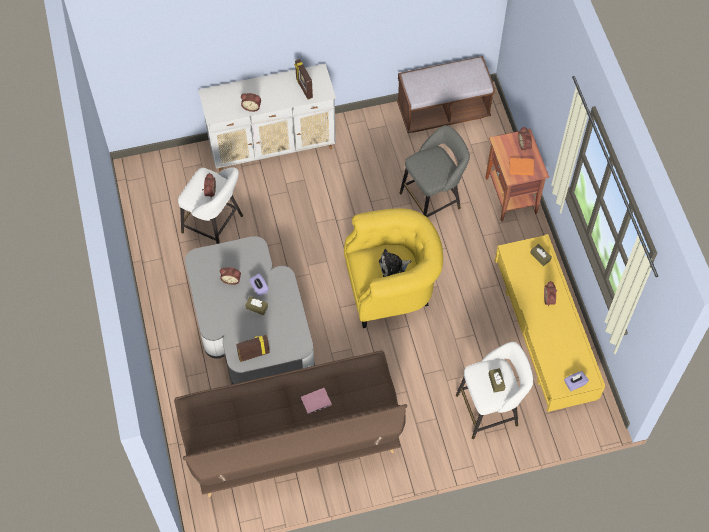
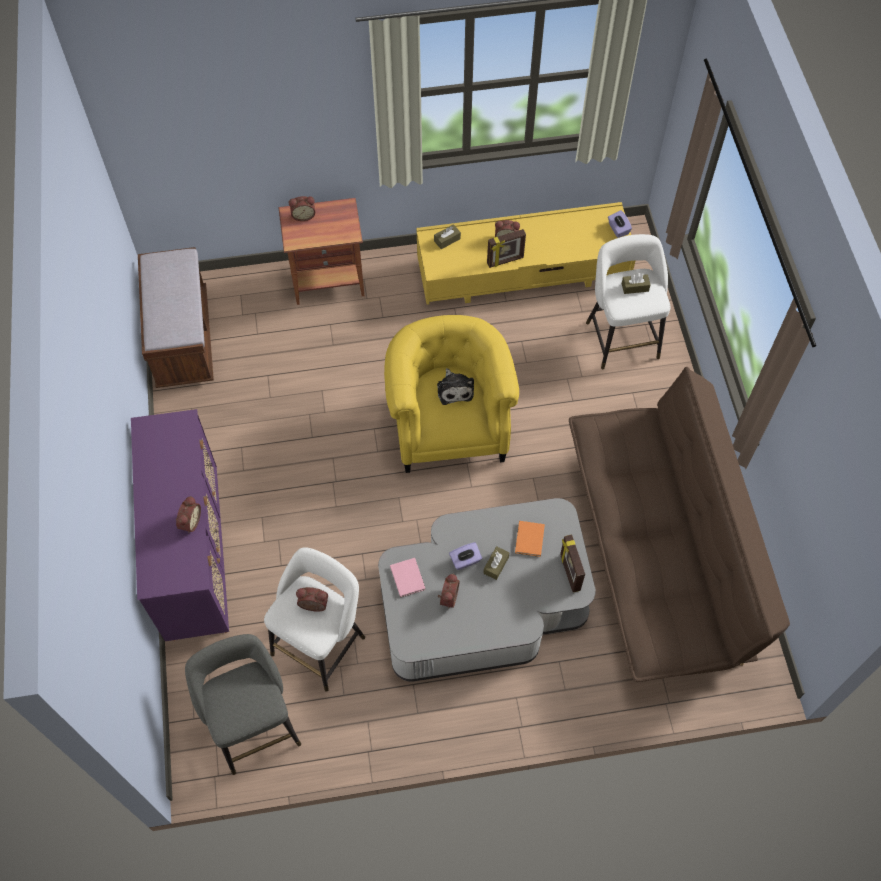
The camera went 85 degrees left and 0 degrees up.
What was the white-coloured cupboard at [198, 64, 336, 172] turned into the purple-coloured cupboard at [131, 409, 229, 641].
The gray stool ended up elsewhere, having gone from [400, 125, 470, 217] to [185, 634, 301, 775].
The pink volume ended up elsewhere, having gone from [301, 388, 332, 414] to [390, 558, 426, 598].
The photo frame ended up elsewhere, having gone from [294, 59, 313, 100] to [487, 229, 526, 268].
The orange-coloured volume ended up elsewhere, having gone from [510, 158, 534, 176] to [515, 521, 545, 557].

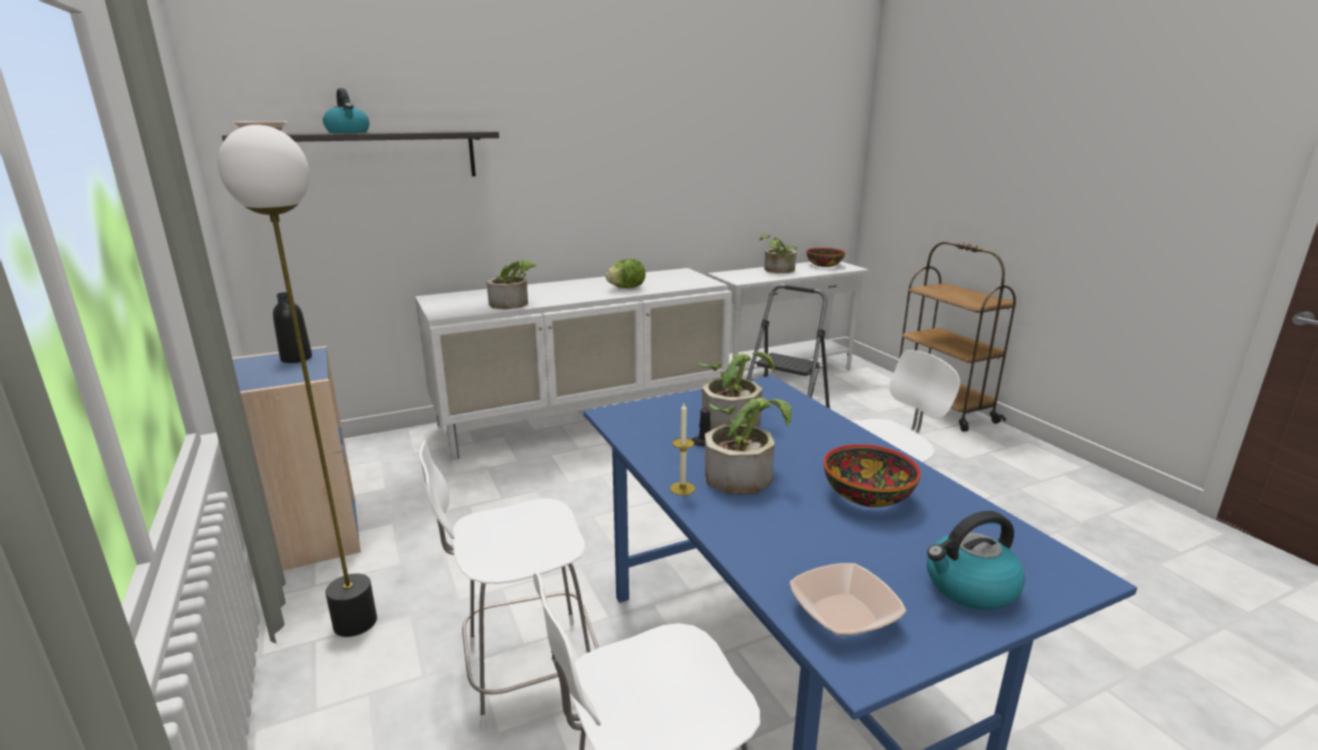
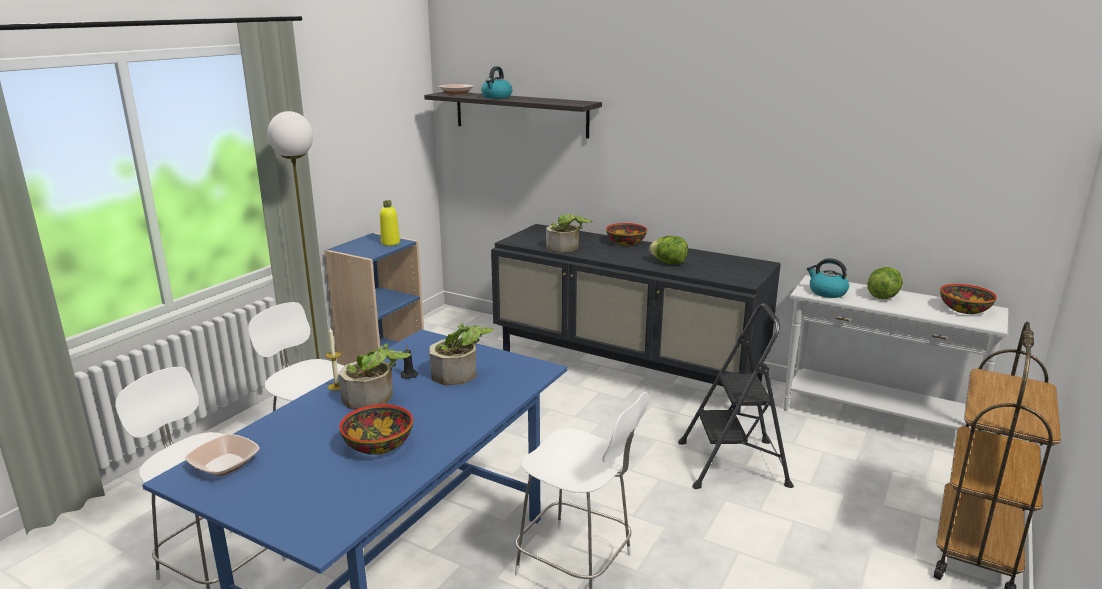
The camera went 55 degrees right and 0 degrees up.
What was the blackish drink bottle at [273, 292, 312, 363] turned into the yellow drink bottle at [380, 200, 400, 246].
What was the white-coloured cupboard at [415, 268, 732, 460] turned into the blackish cupboard at [491, 224, 781, 413].
The second view gained the deep dish at [606, 223, 647, 246].
The tea kettle ended up elsewhere, having gone from [927, 511, 1025, 610] to [807, 258, 849, 298].
Where the potted plant stood at [760, 233, 798, 273], the head of lettuce came to stand at [867, 267, 903, 299].

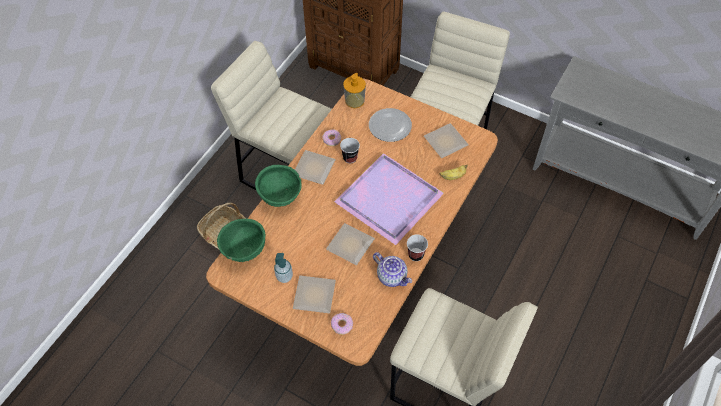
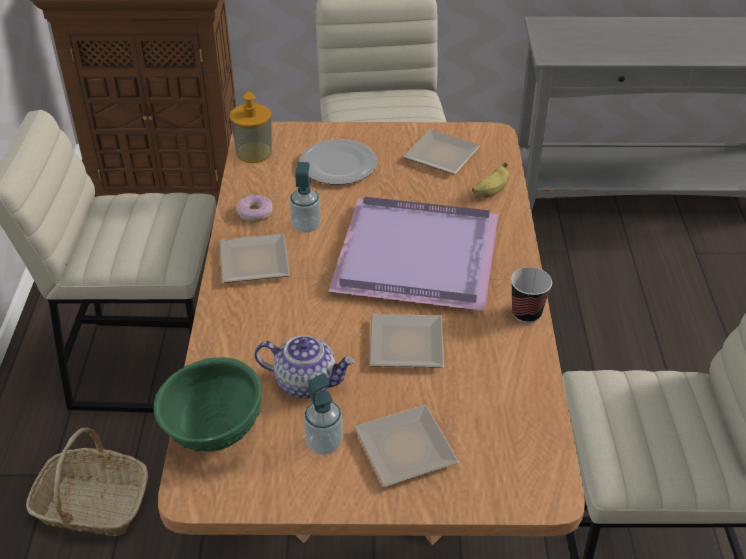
The camera went 30 degrees left and 15 degrees down.
The tea pot ended up elsewhere, having gone from [373, 252, 412, 287] to [254, 335, 355, 398].
Where the drinking cup stood at [340, 138, 360, 163], the soap bottle came to stand at [290, 162, 321, 233].
The second view lost the green deep dish at [255, 165, 302, 207].
The second view lost the ring doughnut at [331, 313, 353, 335].

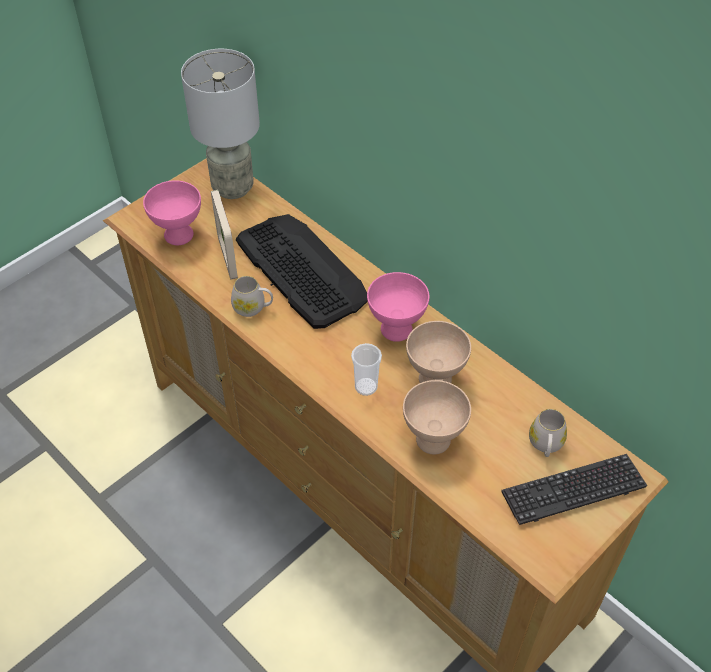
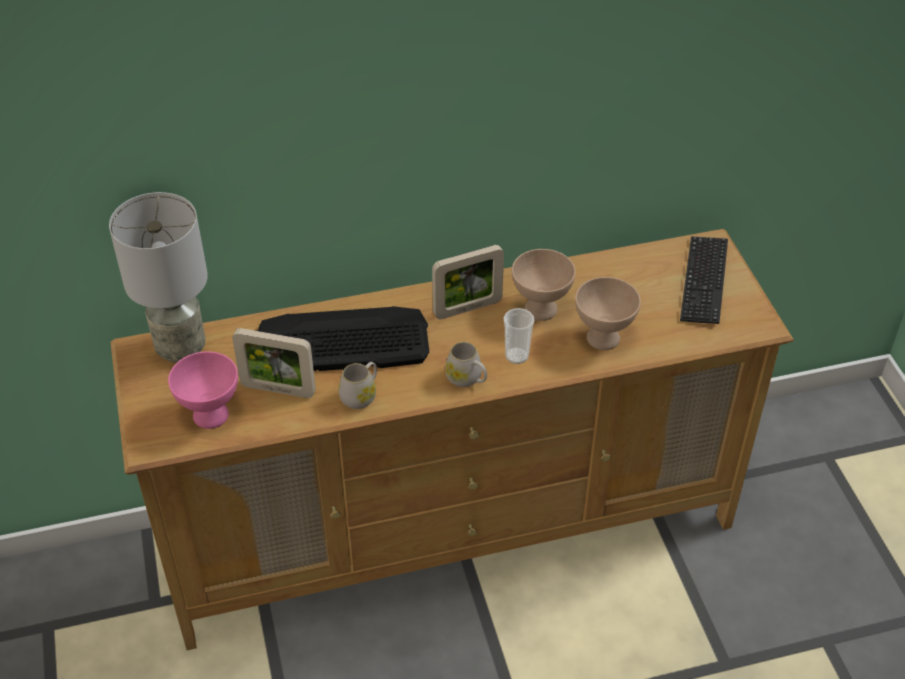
The camera went 60 degrees left and 5 degrees down.
Where the pink deep dish stood at [367, 272, 429, 342], the photo frame came to stand at [432, 245, 504, 319].
The white-coloured mug ended up elsewhere, having gone from [529, 409, 567, 457] to [445, 342, 487, 387].

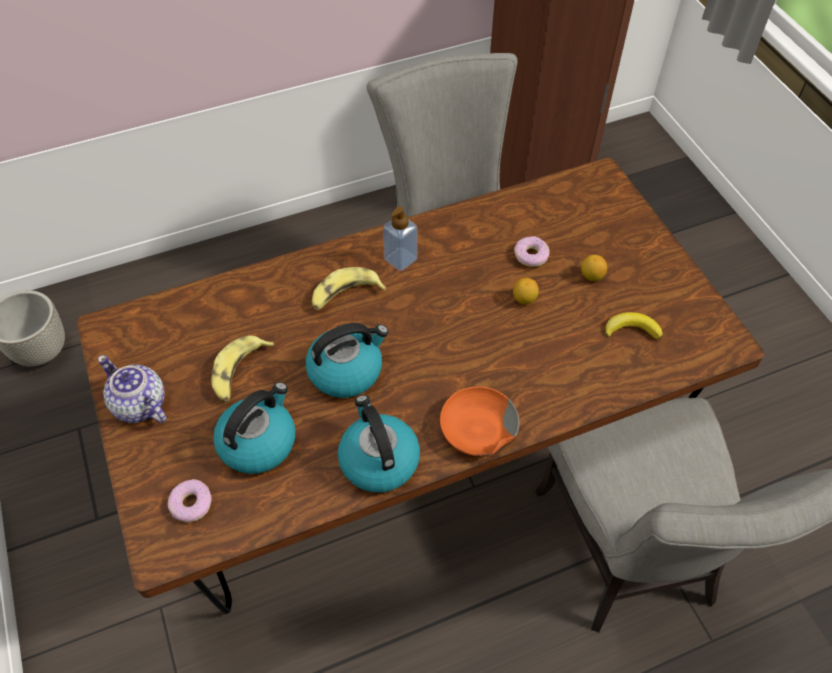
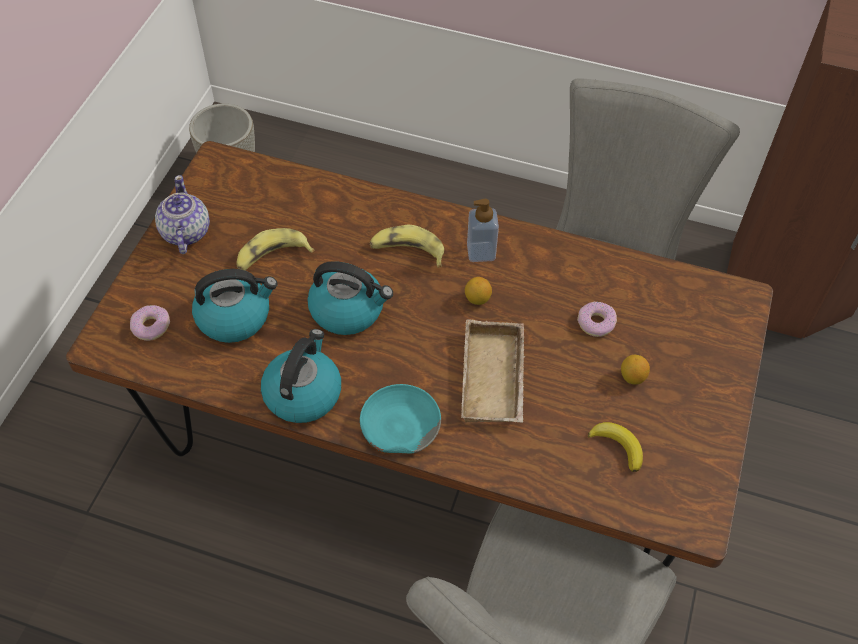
The camera went 40 degrees right and 0 degrees up.
What was the orange-coloured deep dish at [440, 386, 519, 457] turned into the blue-green deep dish at [360, 384, 441, 454].
The second view gained the beige carrying tray at [461, 319, 525, 423].
The citrus fruit ended up elsewhere, having gone from [513, 278, 539, 305] to [465, 277, 492, 305].

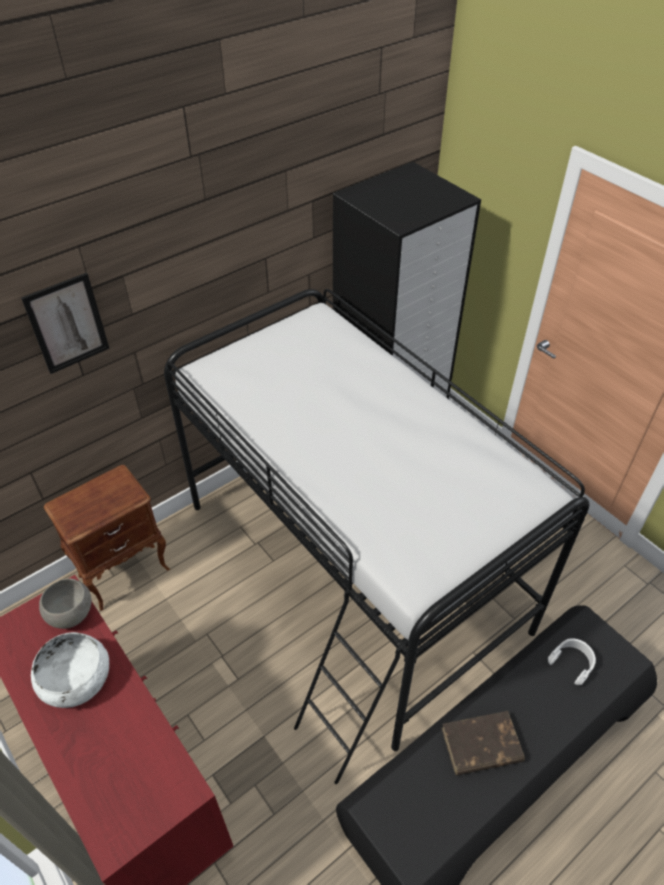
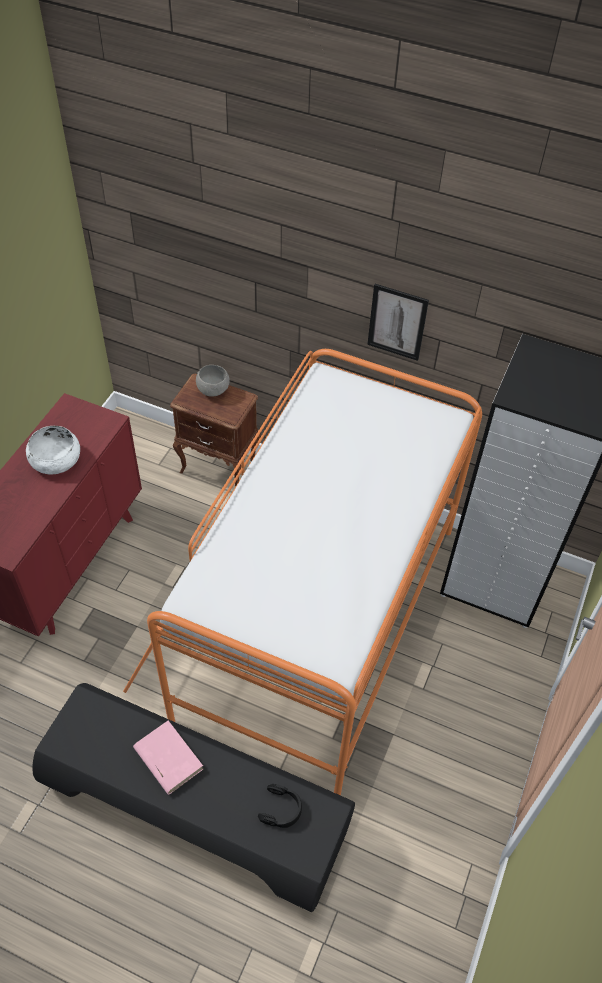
The camera went 60 degrees right and 5 degrees up.
What was the blackish sleeping bed at [164, 289, 589, 784] turned into the orange-coloured sleeping bed at [123, 349, 482, 795].
What was the brown volume at [442, 711, 525, 776] turned into the pink volume at [133, 720, 203, 795].
The gray deep dish ended up elsewhere, having gone from [39, 578, 91, 629] to [196, 365, 230, 397].
What was the white-coloured headphones at [548, 638, 596, 685] turned into the blackish headphones at [258, 784, 302, 828].
The picture ended up elsewhere, having gone from [21, 273, 110, 374] to [367, 284, 429, 361].

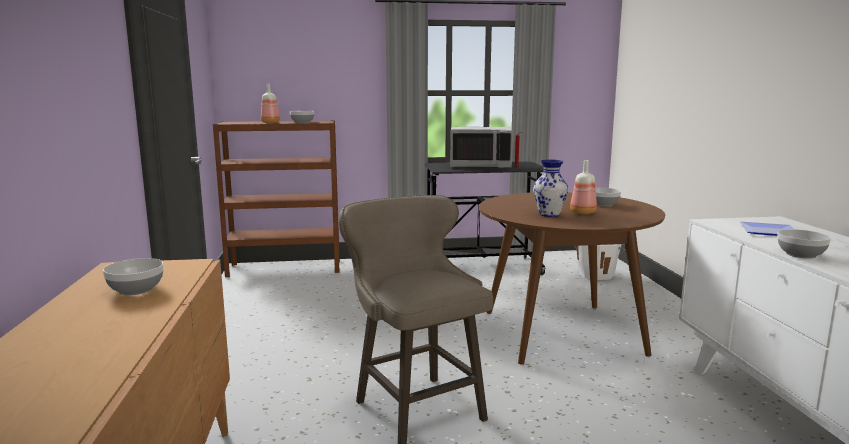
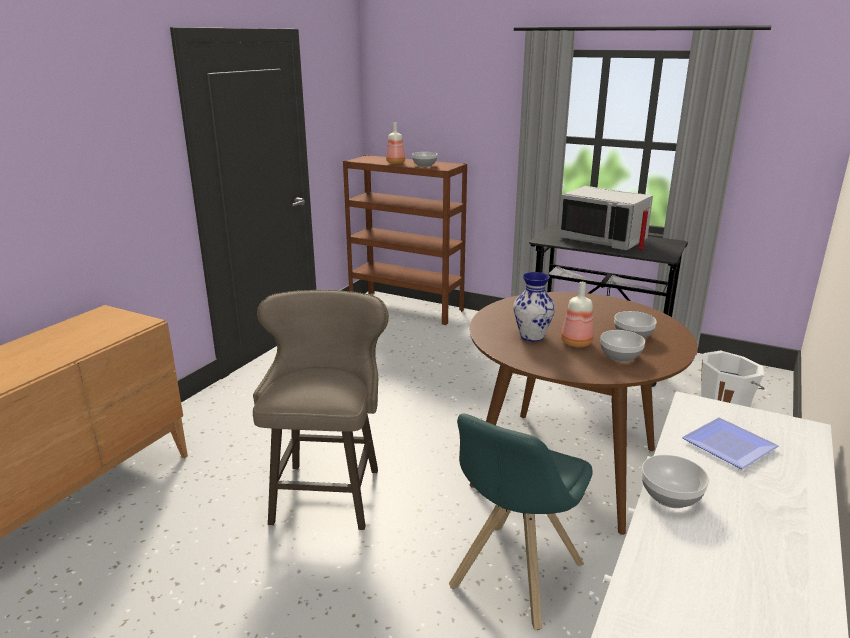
The camera went 35 degrees right and 10 degrees up.
The second view gained the blue-green plain chair at [449, 414, 592, 630].
The deep dish ended up elsewhere, having gone from [103, 258, 164, 295] to [600, 330, 645, 362].

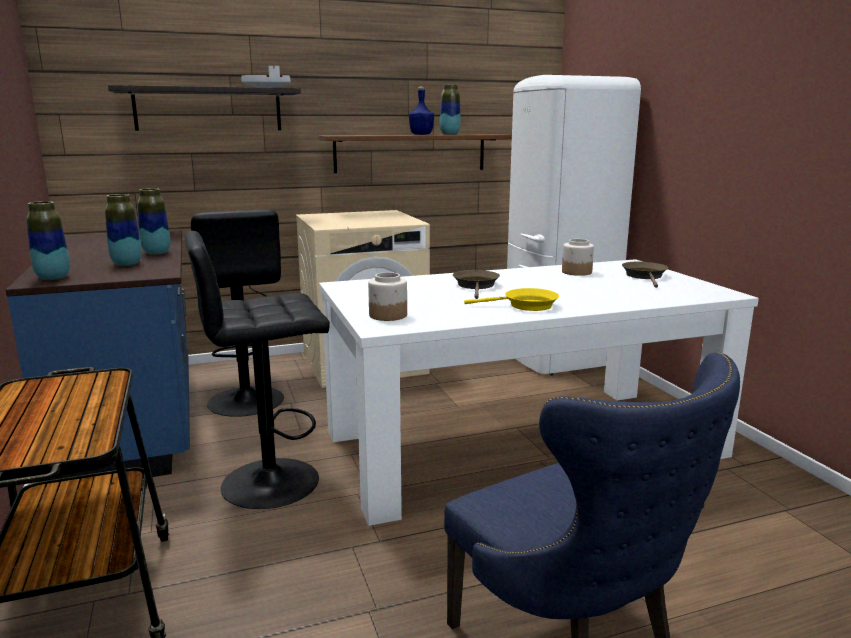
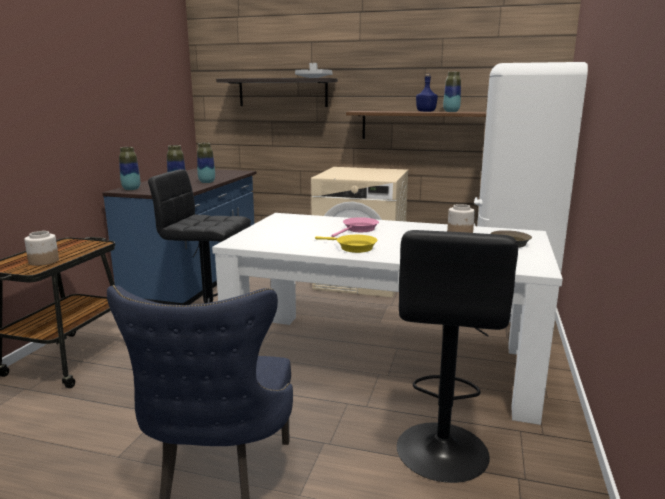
The camera went 35 degrees right and 0 degrees up.
The storage jar ended up elsewhere, having gone from [368, 272, 407, 321] to [24, 231, 59, 266].
What was the brown pan at [453, 270, 500, 299] turned into the pink pan at [331, 217, 379, 237].
The blackish stool ended up elsewhere, having gone from [191, 209, 284, 417] to [397, 230, 518, 483].

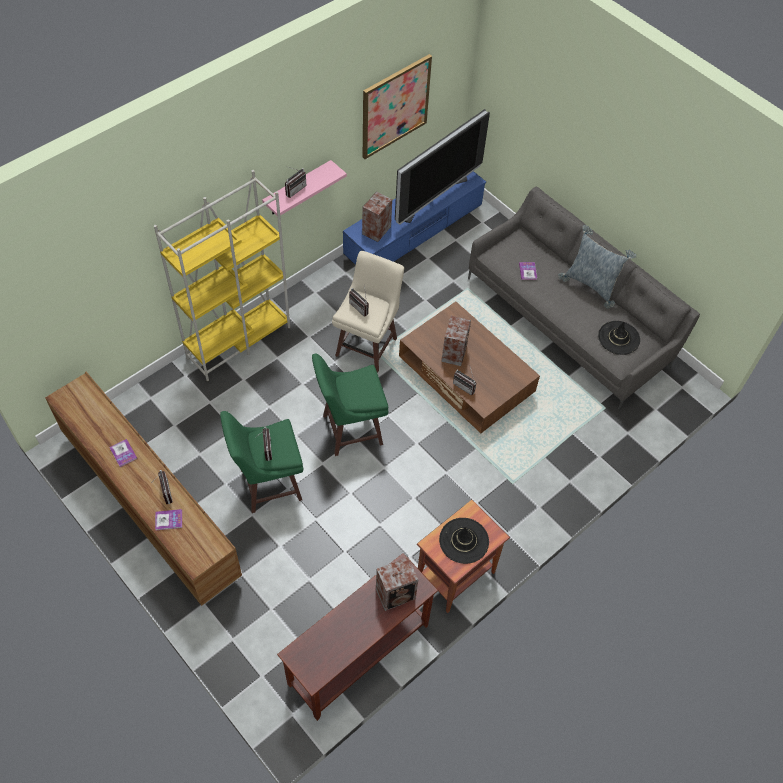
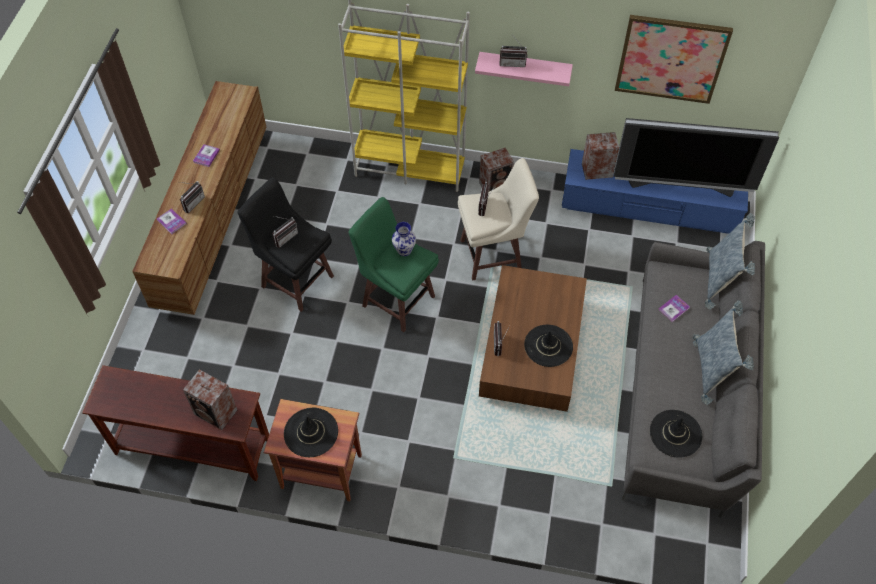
The camera went 55 degrees right and 0 degrees up.
What was the green stool at [220, 411, 303, 513] turned into the blackish stool at [237, 178, 334, 312].
The second view gained the vase at [392, 222, 416, 256].
The loudspeaker ended up elsewhere, having gone from [441, 316, 471, 366] to [479, 148, 514, 192].
The second view gained the blackish clothing hat at [524, 325, 573, 367].
The second view gained the pillow at [705, 213, 755, 309].

